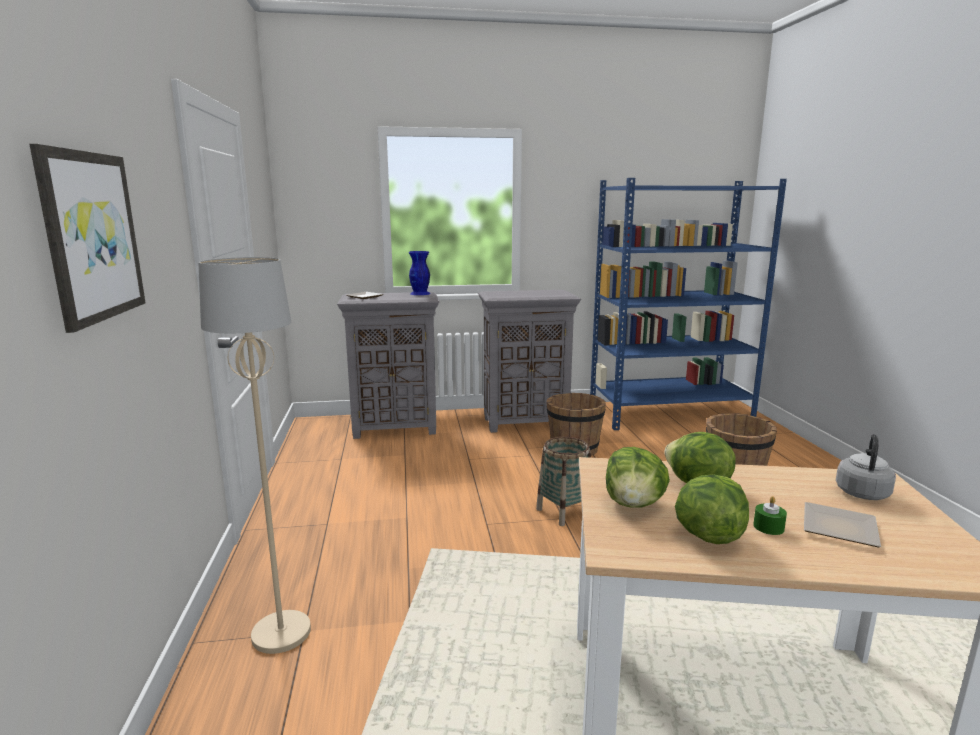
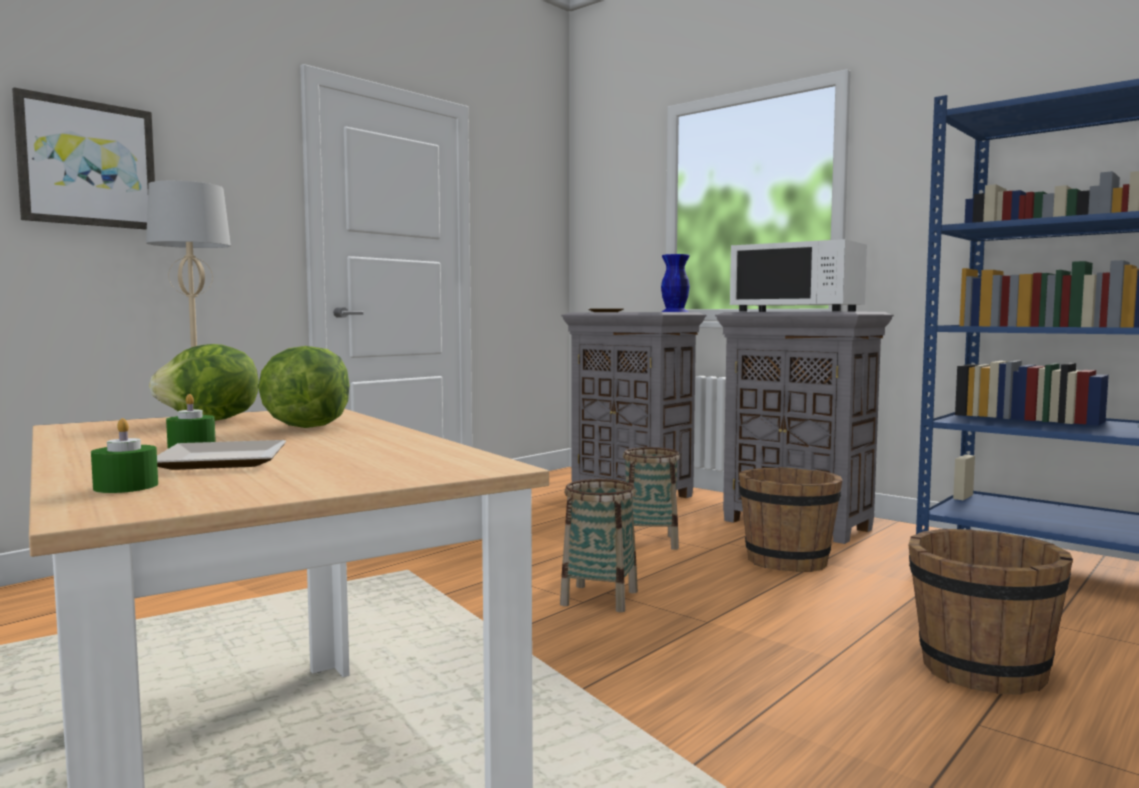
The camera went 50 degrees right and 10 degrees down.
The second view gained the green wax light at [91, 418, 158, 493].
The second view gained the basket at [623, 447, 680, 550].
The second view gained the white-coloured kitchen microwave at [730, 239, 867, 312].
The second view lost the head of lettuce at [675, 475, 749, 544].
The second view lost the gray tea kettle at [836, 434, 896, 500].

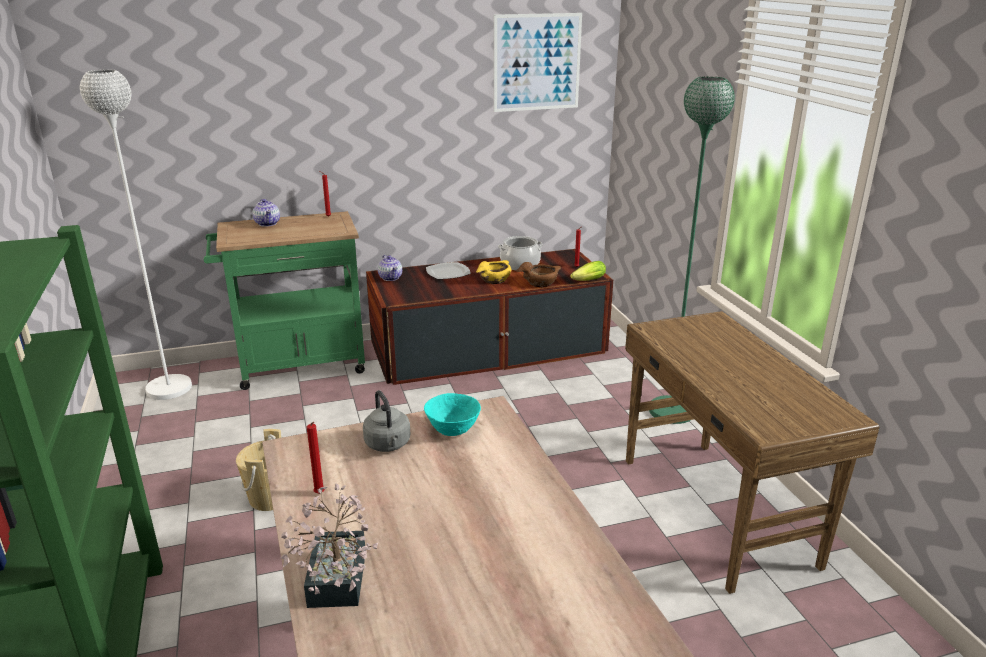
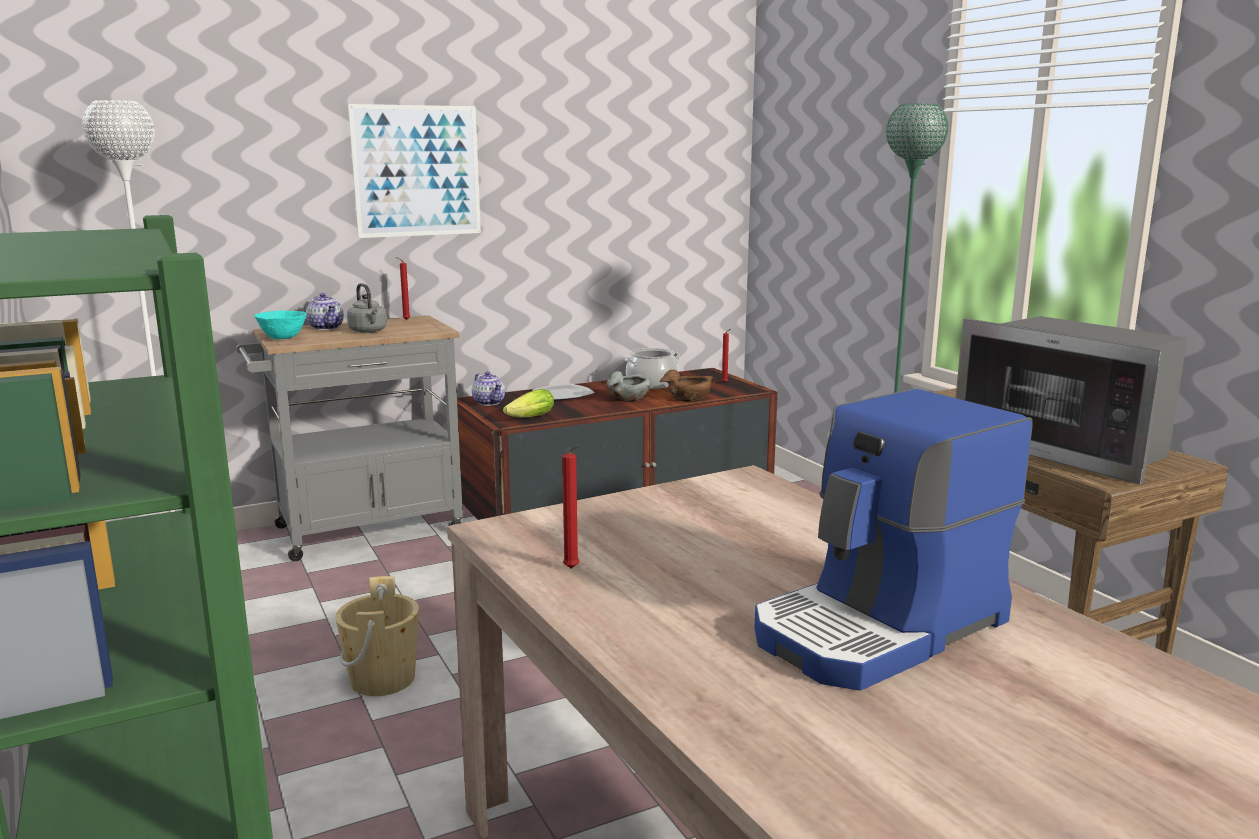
The camera went 10 degrees left and 10 degrees down.
What was the green cart at [204, 211, 365, 390] turned into the gray cart at [236, 316, 463, 561].
The blue-green deep dish ended up elsewhere, having gone from [424, 393, 481, 436] to [254, 311, 306, 339].
The gray tea kettle ended up elsewhere, having gone from [363, 390, 410, 452] to [347, 283, 387, 333].
The picture ended up elsewhere, having gone from [494, 13, 582, 112] to [348, 104, 481, 238].
The head of lettuce ended up elsewhere, having gone from [570, 261, 606, 281] to [503, 389, 554, 417].
What was the yellow deep dish at [476, 260, 511, 284] turned into the gray deep dish at [606, 371, 650, 402].
The second view gained the coffee brewer at [754, 389, 1033, 690].
The second view gained the kitchen microwave at [956, 316, 1188, 484].
The second view lost the potted plant at [281, 483, 378, 608].

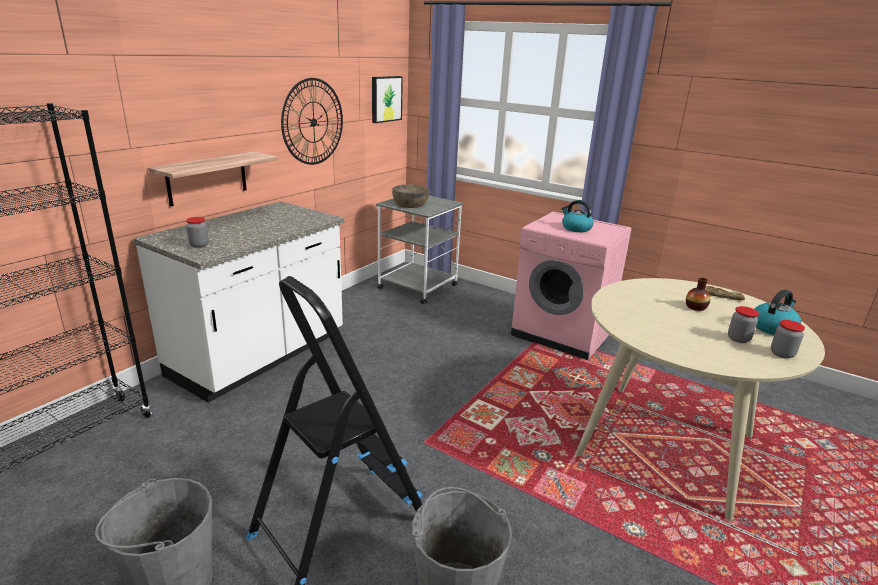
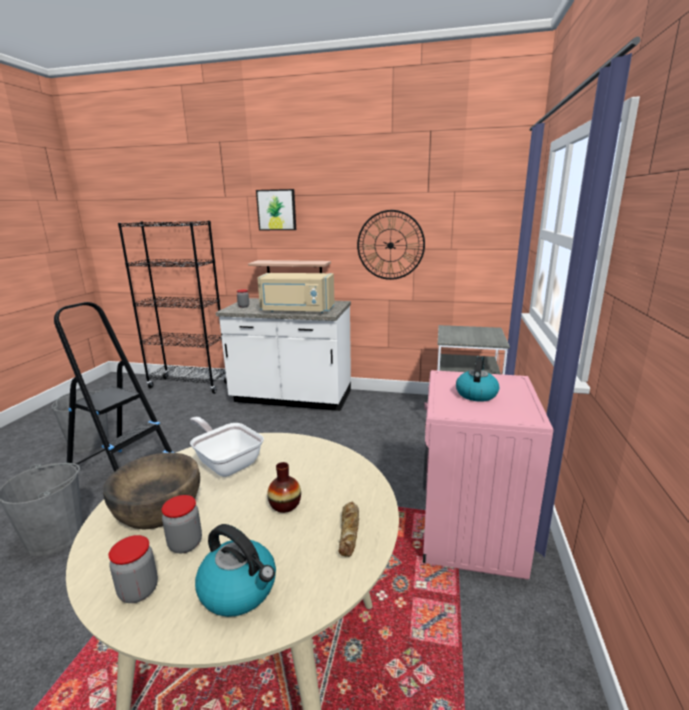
The camera went 70 degrees right and 5 degrees down.
The brown deep dish ended up elsewhere, having gone from [392, 185, 429, 208] to [103, 452, 200, 530].
The second view gained the pan at [190, 417, 264, 477].
The picture ended up elsewhere, having gone from [372, 76, 403, 123] to [256, 189, 296, 230].
The second view gained the beige kitchen microwave at [257, 273, 335, 313].

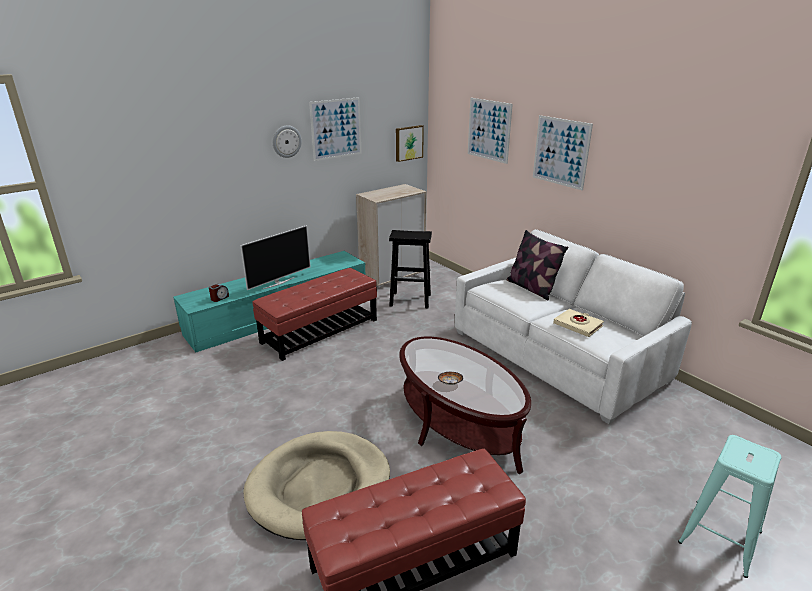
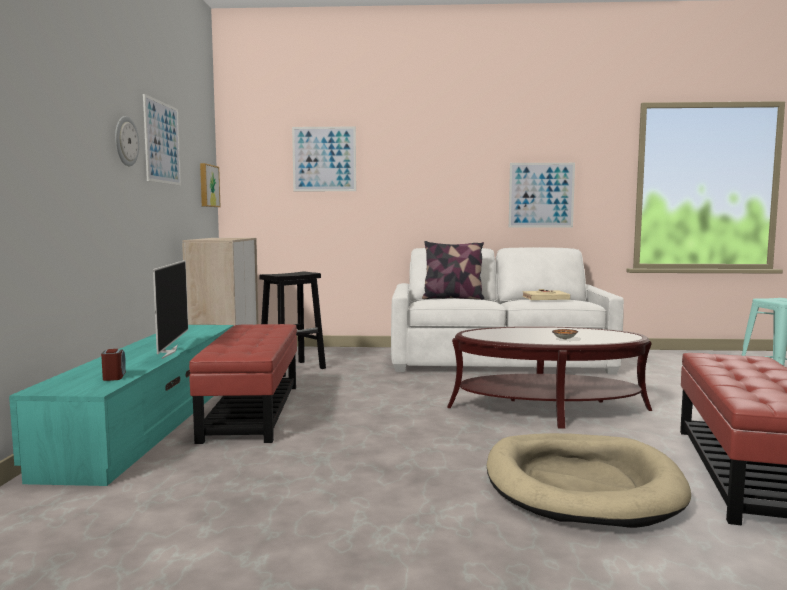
The camera went 50 degrees left and 20 degrees down.
The picture ended up elsewhere, having gone from [533, 115, 593, 190] to [509, 163, 575, 227].

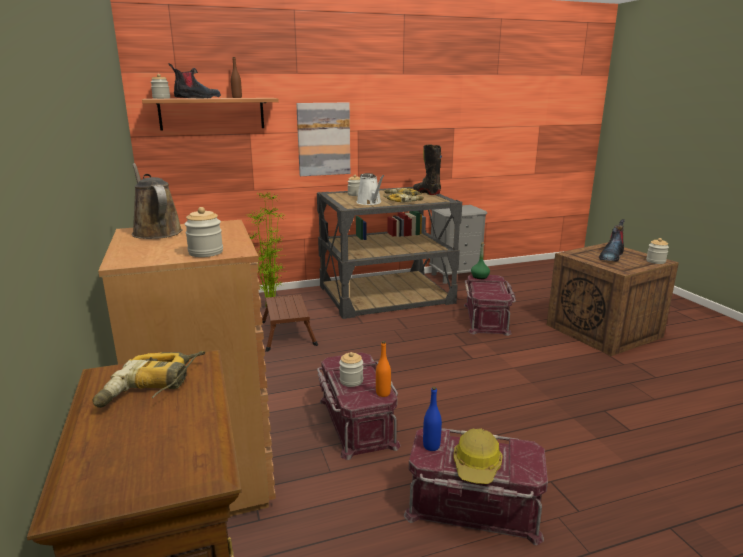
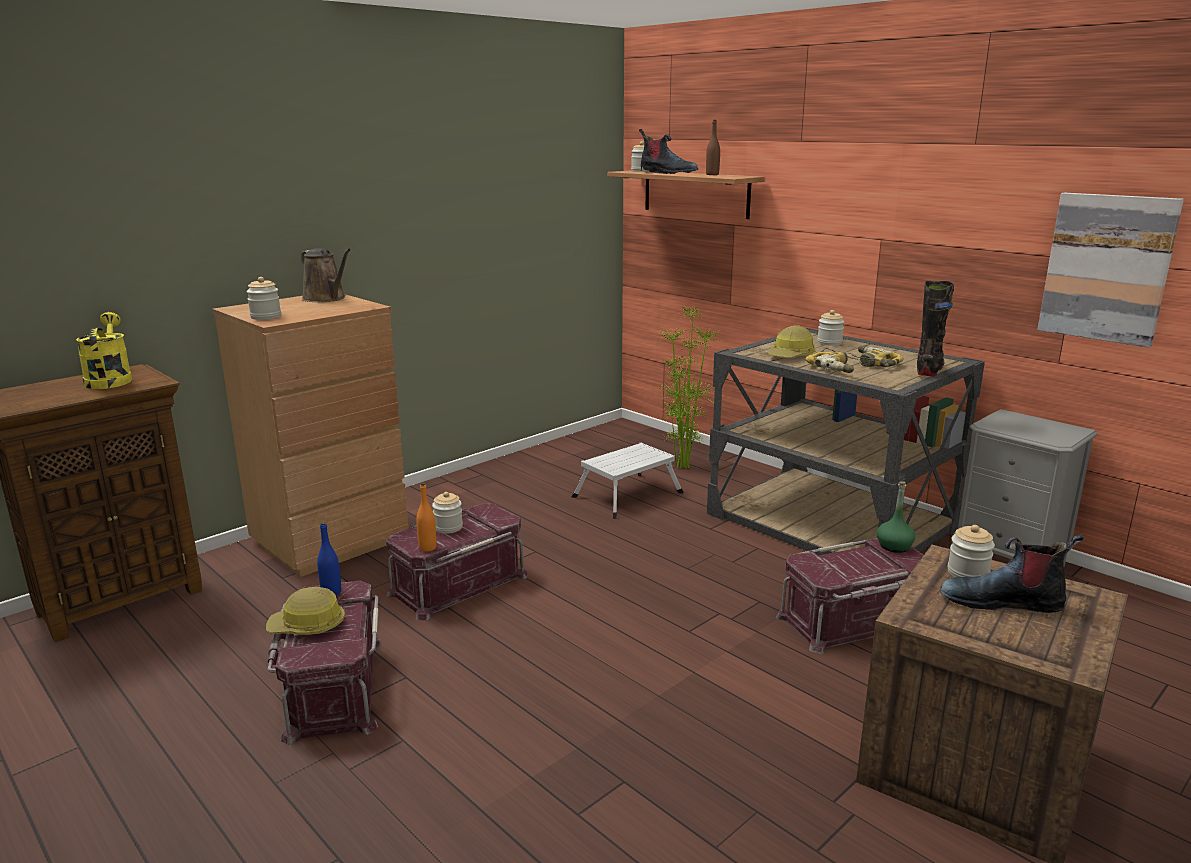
The camera went 65 degrees right and 0 degrees up.
Where the drill stood at [93, 351, 205, 408], the yellow sprinkling can came to stand at [76, 312, 132, 389].
The brown sprinkling can at [132, 163, 183, 239] ended up facing another way, 105 degrees clockwise from before.
What was the brown step stool at [262, 294, 318, 352] turned into the white-coloured step stool at [571, 443, 684, 519].
Where the white-coloured sprinkling can stood at [357, 173, 384, 205], the hard hat came to stand at [767, 325, 816, 358].
The storage jar ended up elsewhere, having gone from [646, 238, 669, 264] to [947, 525, 995, 577].
The picture ended up elsewhere, having gone from [296, 103, 350, 176] to [1037, 193, 1184, 348].

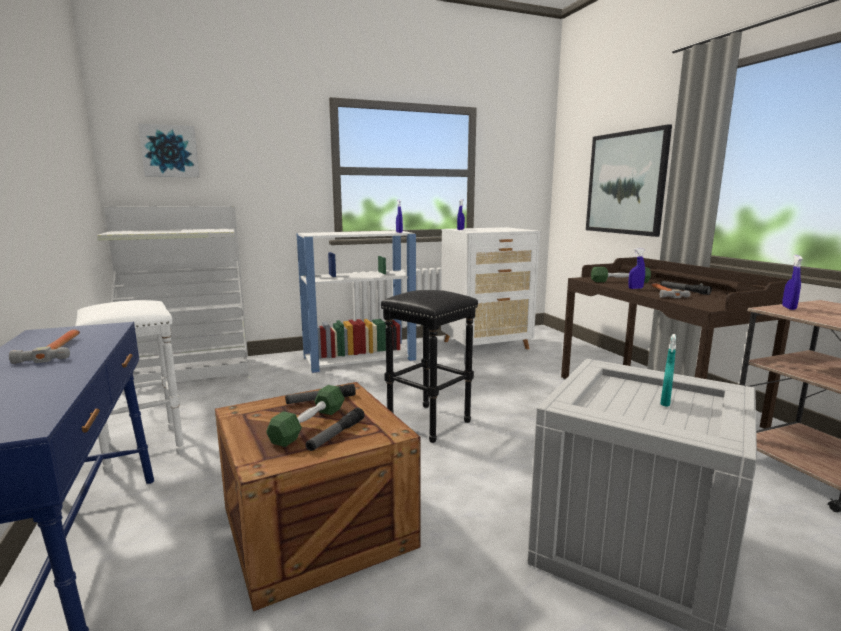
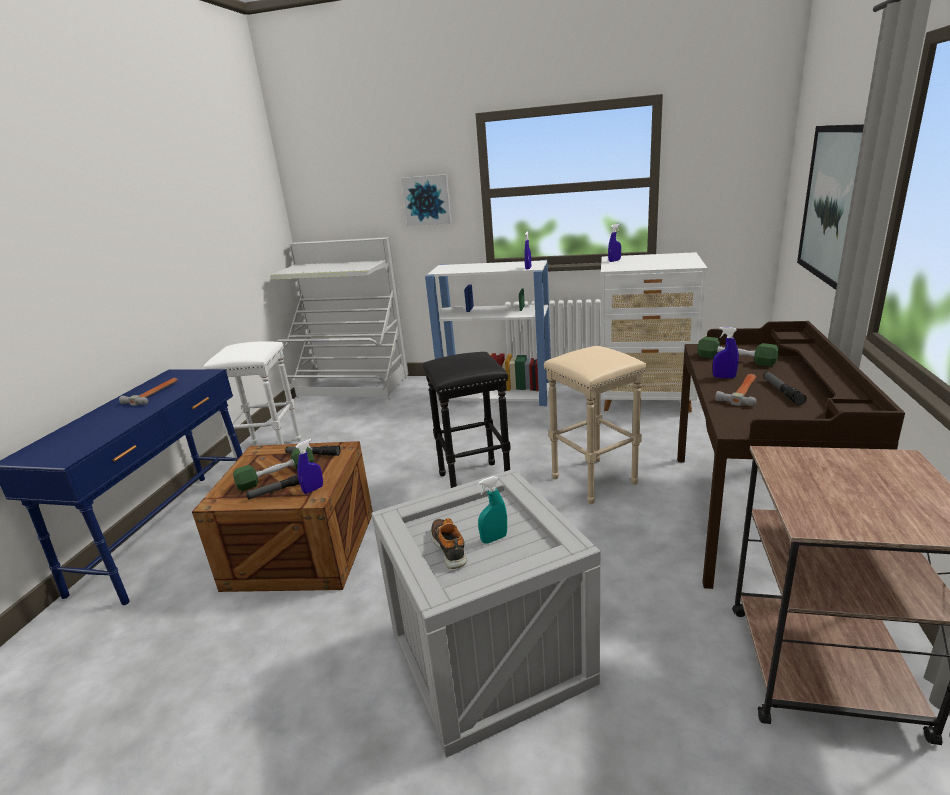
The camera went 35 degrees right and 10 degrees up.
The bluish sprayer ended up elsewhere, having gone from [782, 255, 803, 310] to [296, 439, 323, 494].
The picture ended up elsewhere, having gone from [138, 123, 199, 177] to [401, 174, 452, 226].
The second view gained the low shoe at [431, 518, 467, 569].
The second view gained the beige stool at [544, 346, 647, 504].

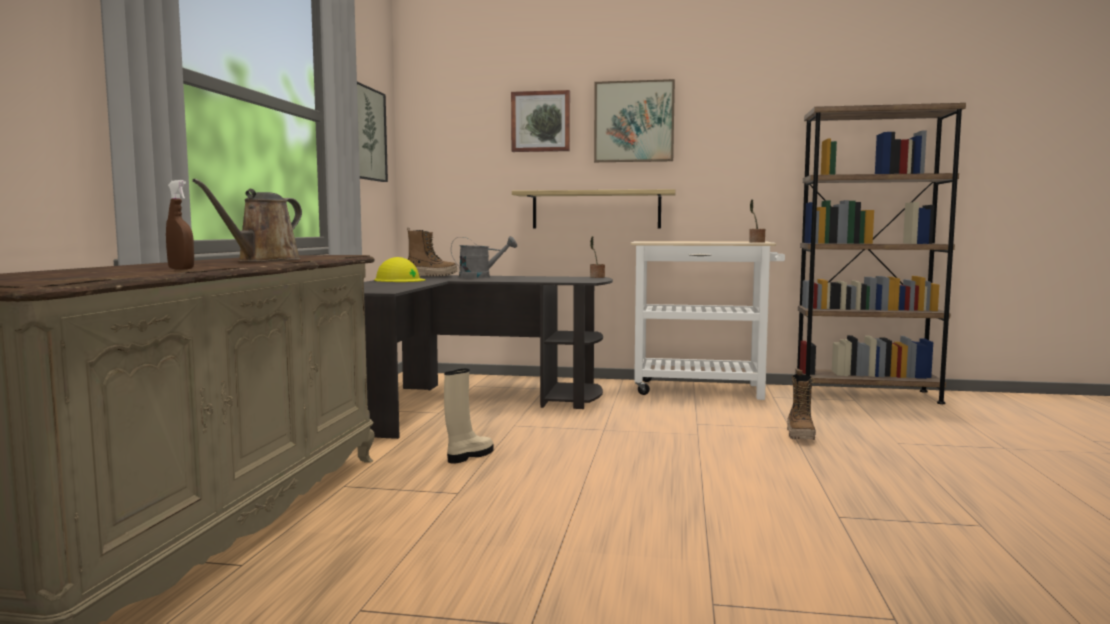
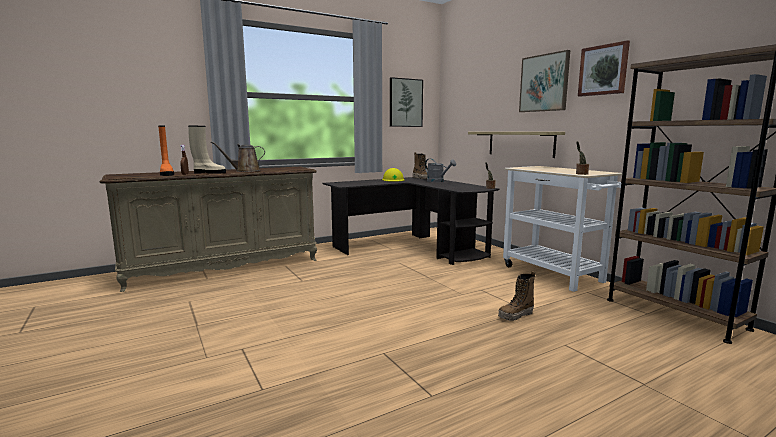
The camera went 50 degrees right and 5 degrees up.
The second view gained the orange-coloured boot at [158, 125, 174, 176].
The beige boot ended up elsewhere, having gone from [444, 369, 494, 464] to [188, 125, 226, 174].
The picture ended up elsewhere, having gone from [511, 90, 570, 152] to [578, 40, 630, 97].

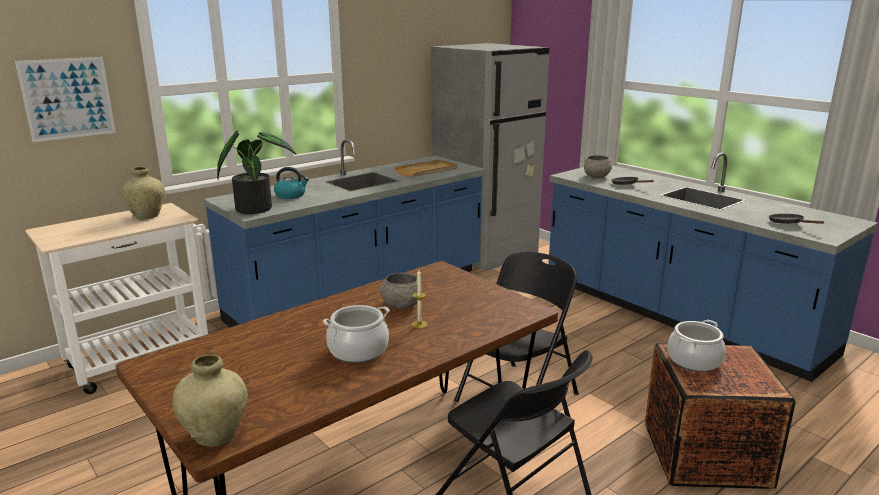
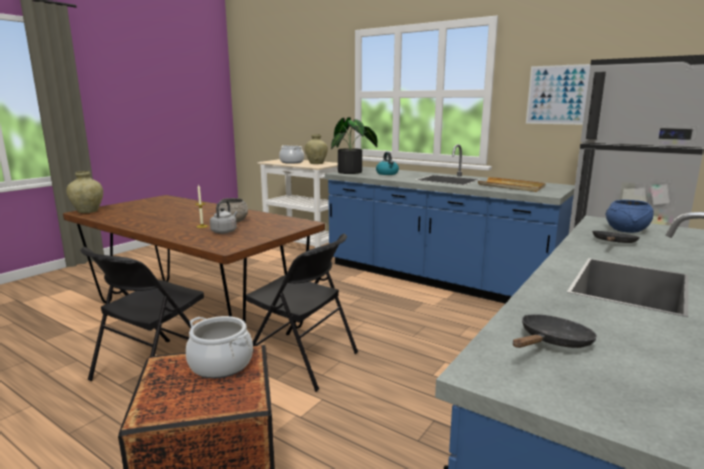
The camera went 75 degrees right and 5 degrees down.
The second view gained the gray tea kettle at [210, 201, 238, 234].
The cooking pot ended up elsewhere, having gone from [323, 305, 390, 363] to [279, 145, 304, 164].
The picture ended up elsewhere, having gone from [15, 57, 116, 142] to [526, 64, 590, 125].
What was the gray deep dish at [584, 155, 612, 178] turned into the bluish deep dish at [605, 200, 654, 233].

